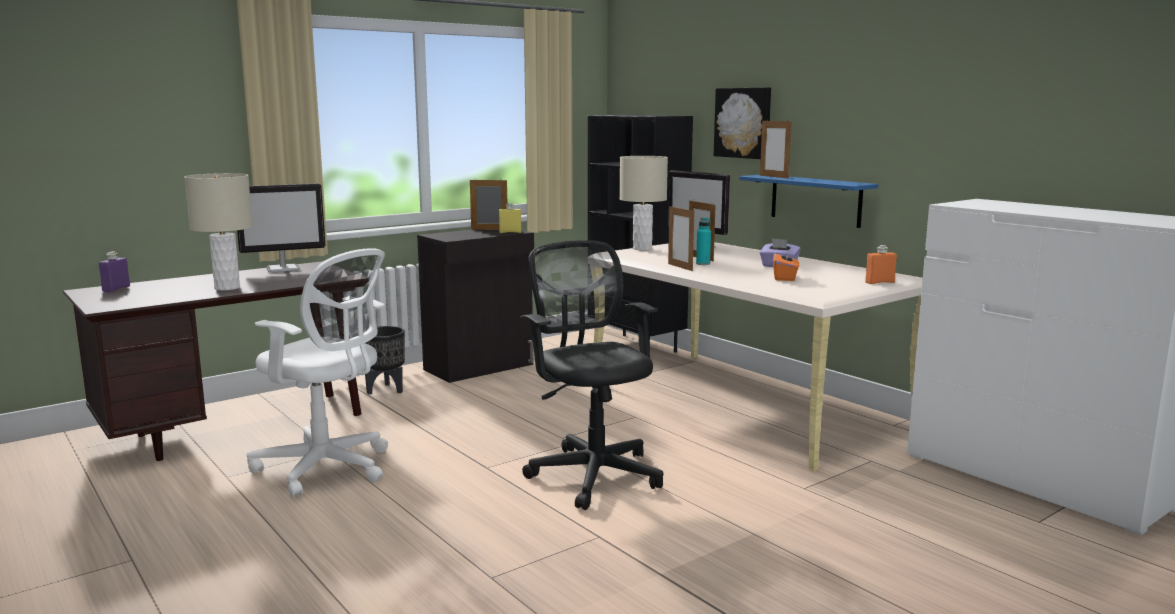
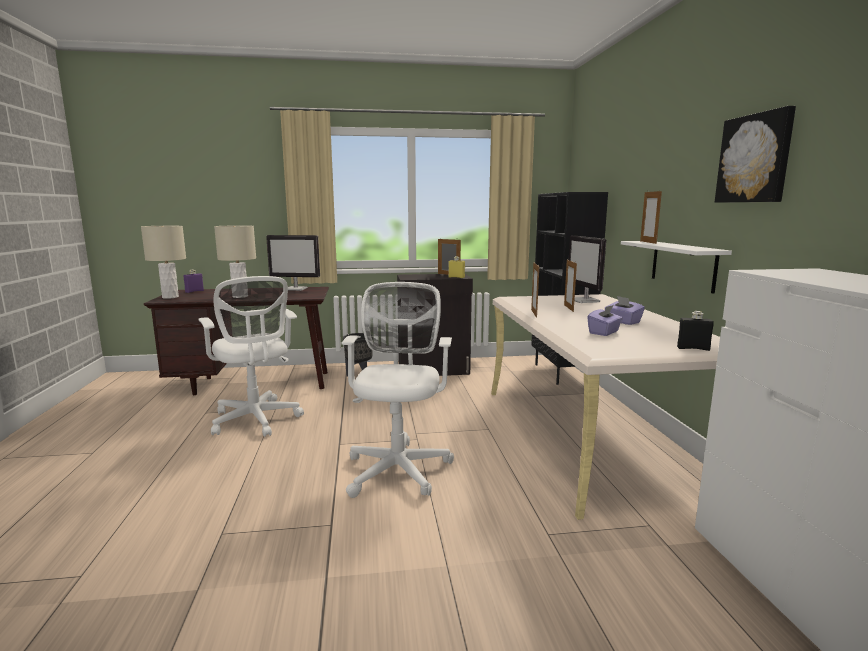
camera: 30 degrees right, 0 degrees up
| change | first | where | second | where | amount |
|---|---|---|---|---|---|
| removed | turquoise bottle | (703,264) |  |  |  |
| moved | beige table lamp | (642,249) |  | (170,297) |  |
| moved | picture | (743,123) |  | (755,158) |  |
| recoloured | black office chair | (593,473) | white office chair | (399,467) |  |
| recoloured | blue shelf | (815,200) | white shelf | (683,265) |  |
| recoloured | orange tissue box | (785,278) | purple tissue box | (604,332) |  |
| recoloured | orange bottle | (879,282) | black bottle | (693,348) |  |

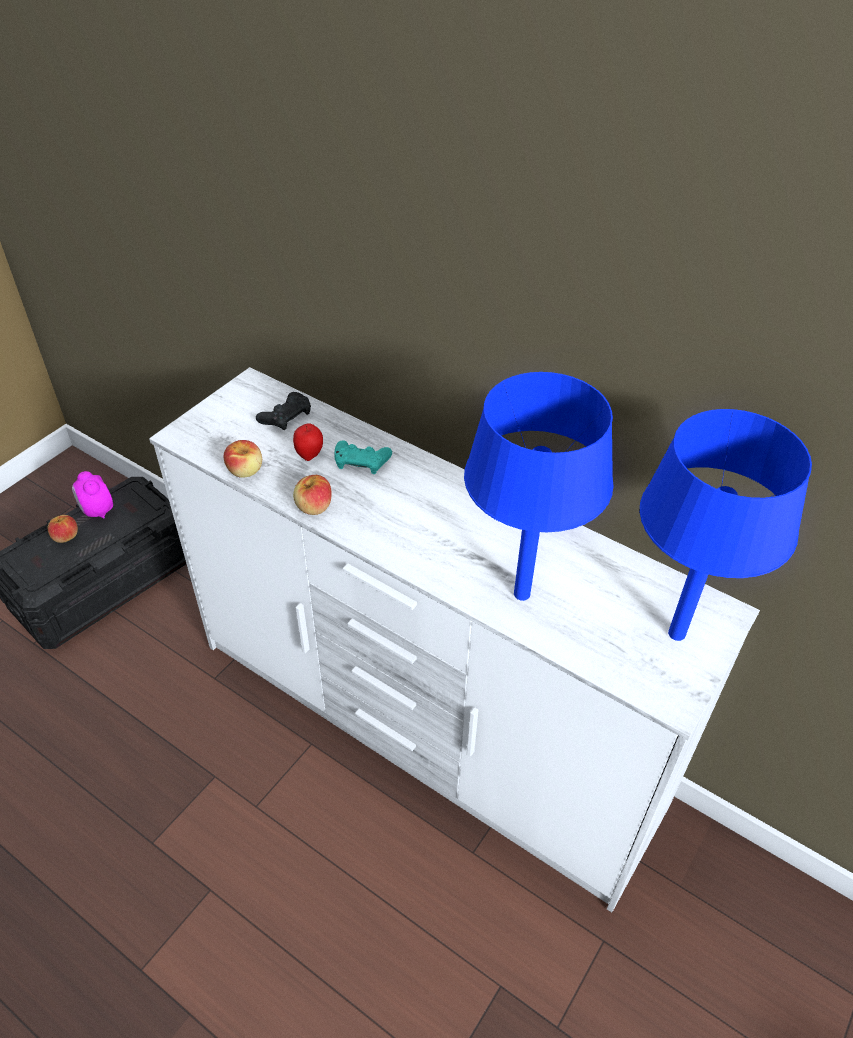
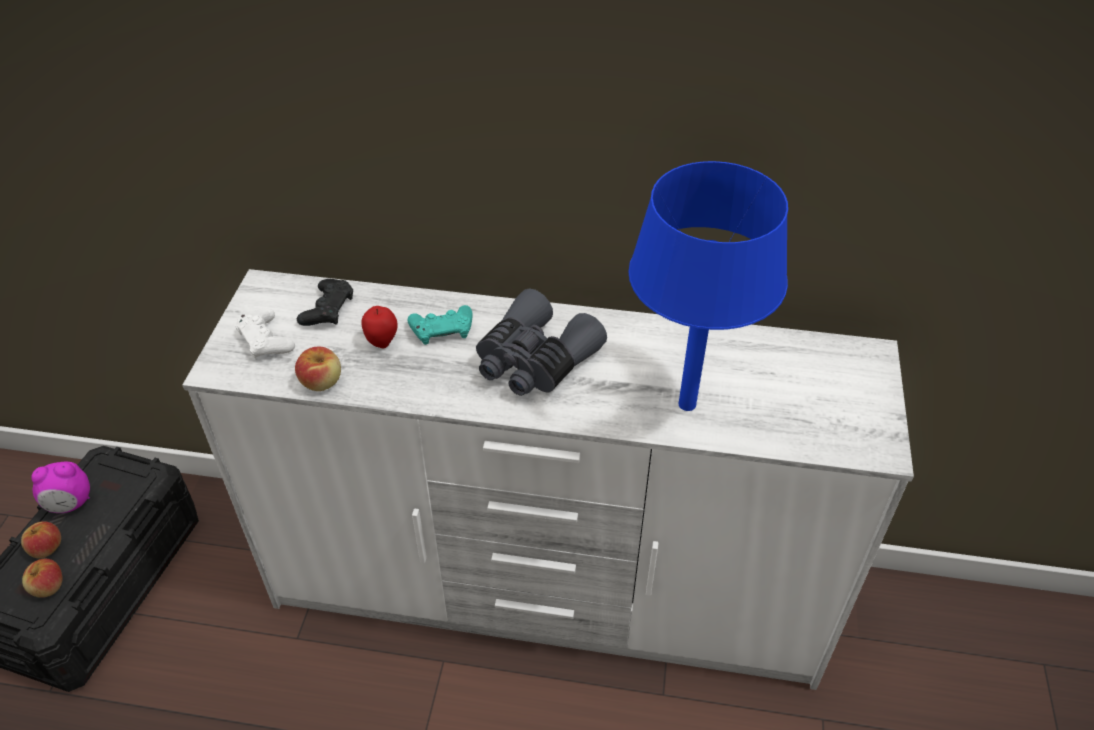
camera: 25 degrees left, 0 degrees up
| change | first | where | second | where | amount |
|---|---|---|---|---|---|
| removed | blue table lamp | (676,633) |  |  |  |
| added |  |  | white game controller | (266,340) |  |
| added |  |  | grey binoculars | (534,361) |  |
| moved | apple | (314,507) |  | (48,587) |  |
| turned | alarm clock | (97,511) |  | (70,504) | 45 degrees counterclockwise |

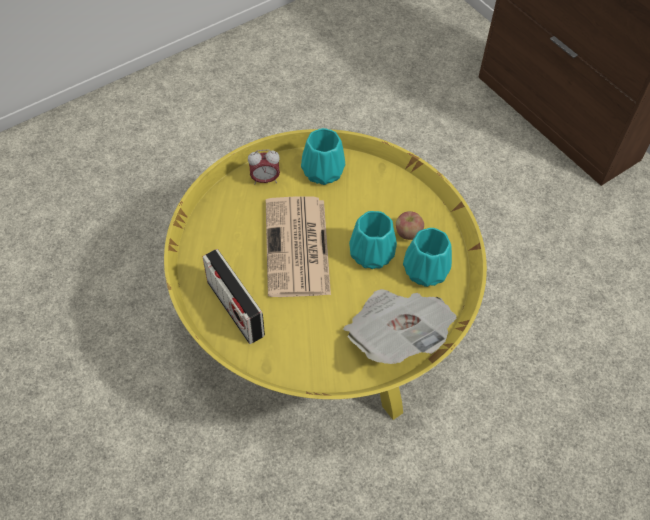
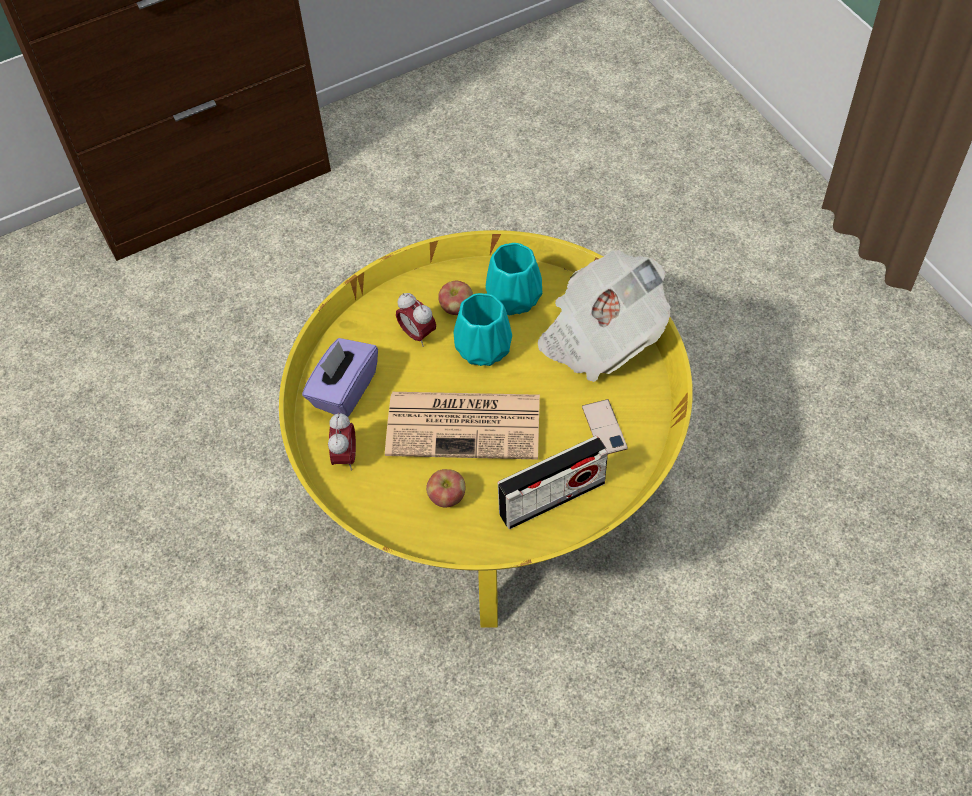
camera: 80 degrees left, 0 degrees up
| change | first | where | second | where | amount |
|---|---|---|---|---|---|
| added |  |  | alarm clock | (417,334) |  |
| added |  |  | apple | (447,497) |  |
| added |  |  | phone | (604,428) |  |
| replaced | turquoise vase | (321,172) | purple tissue box | (344,390) |  |

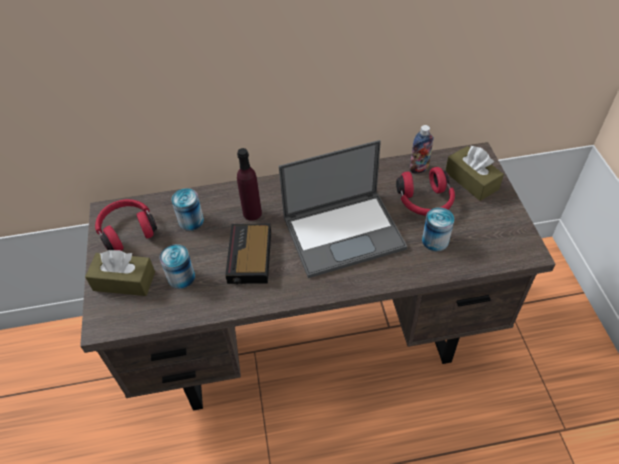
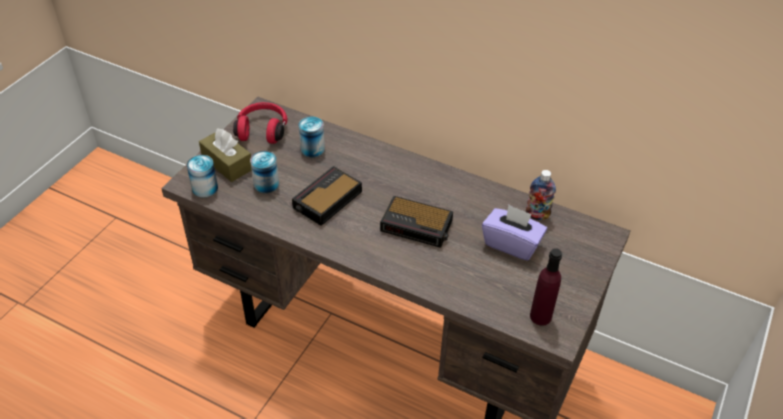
camera: 35 degrees right, 5 degrees down
| change | first | where | second | where | amount |
|---|---|---|---|---|---|
| removed | brown tissue box | (471,180) |  |  |  |
| moved | purple bottle | (252,213) |  | (540,316) |  |
| moved | can | (435,240) |  | (205,188) |  |
| replaced | laptop | (344,232) | alarm clock | (418,226) |  |
| replaced | red headphones | (425,202) | purple tissue box | (511,244) |  |

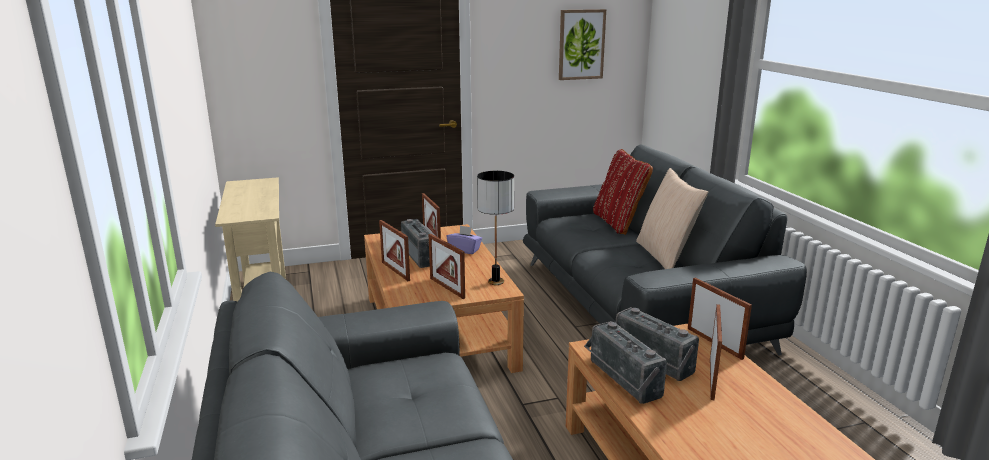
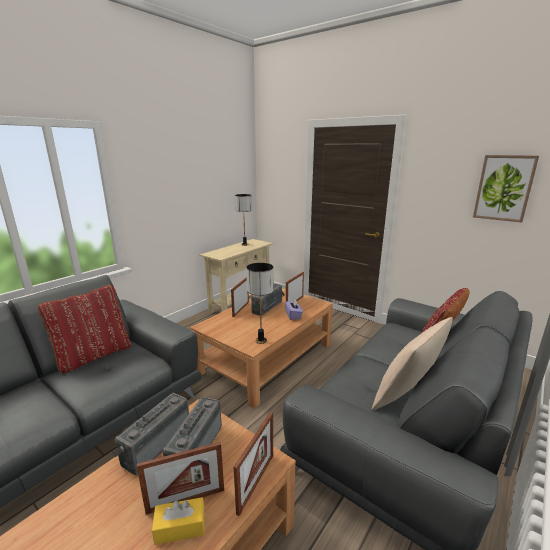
camera: 55 degrees right, 0 degrees up
| change | first | where | second | where | amount |
|---|---|---|---|---|---|
| removed | picture frame | (447,288) |  |  |  |
| added |  |  | red pillow | (94,355) |  |
| added |  |  | yellow tissue box | (180,527) |  |
| added |  |  | table lamp | (244,244) |  |

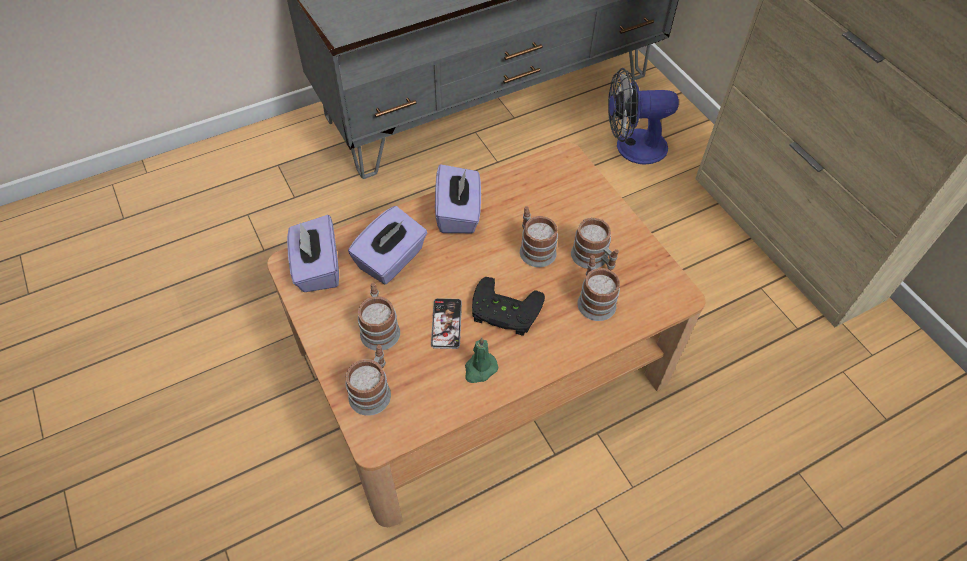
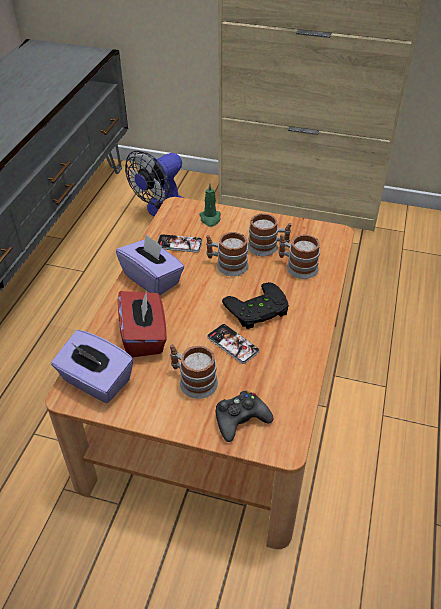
camera: 45 degrees left, 10 degrees down
| change | first | where | second | where | amount |
|---|---|---|---|---|---|
| added |  |  | phone | (179,244) |  |
| moved | green candle | (480,369) |  | (210,219) |  |
| replaced | mug | (373,390) | black game controller | (240,419) |  |
| recoloured | purple tissue box | (391,260) | red tissue box | (144,336) |  |

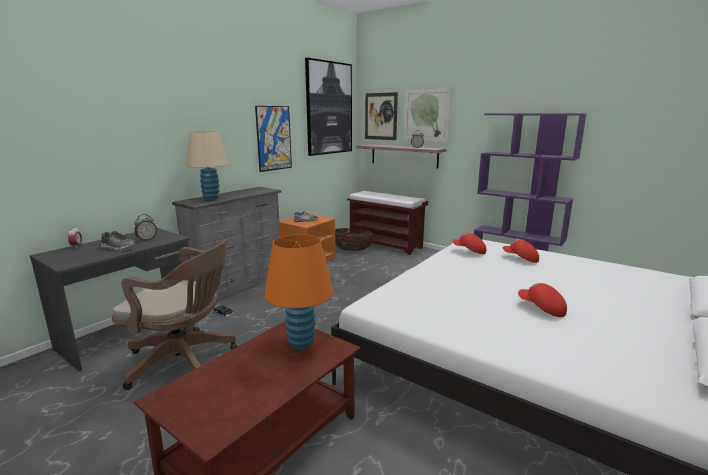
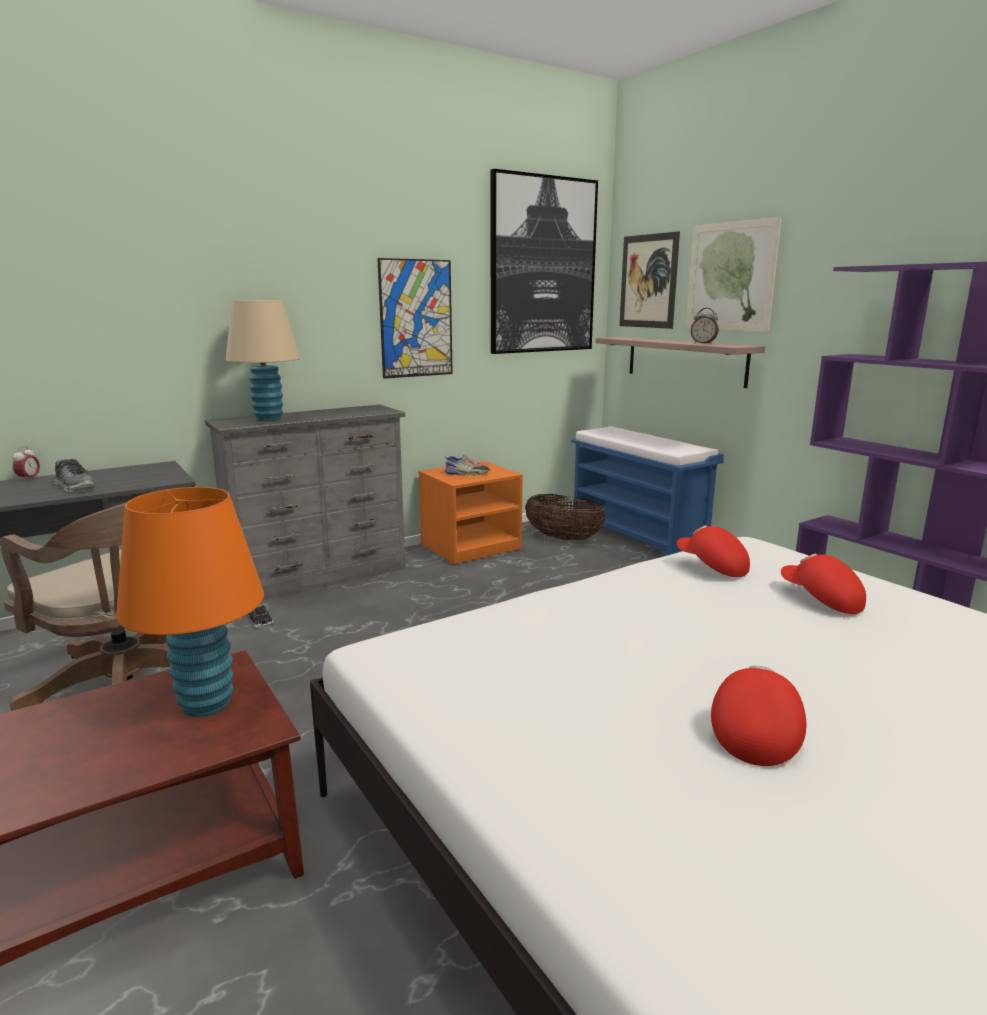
camera: 20 degrees right, 0 degrees up
| change | first | where | second | where | amount |
|---|---|---|---|---|---|
| removed | alarm clock | (147,239) |  |  |  |
| recoloured | brown bench | (386,244) | blue bench | (638,534) |  |
| turned | red cap | (541,309) |  | (753,732) | 45 degrees clockwise |

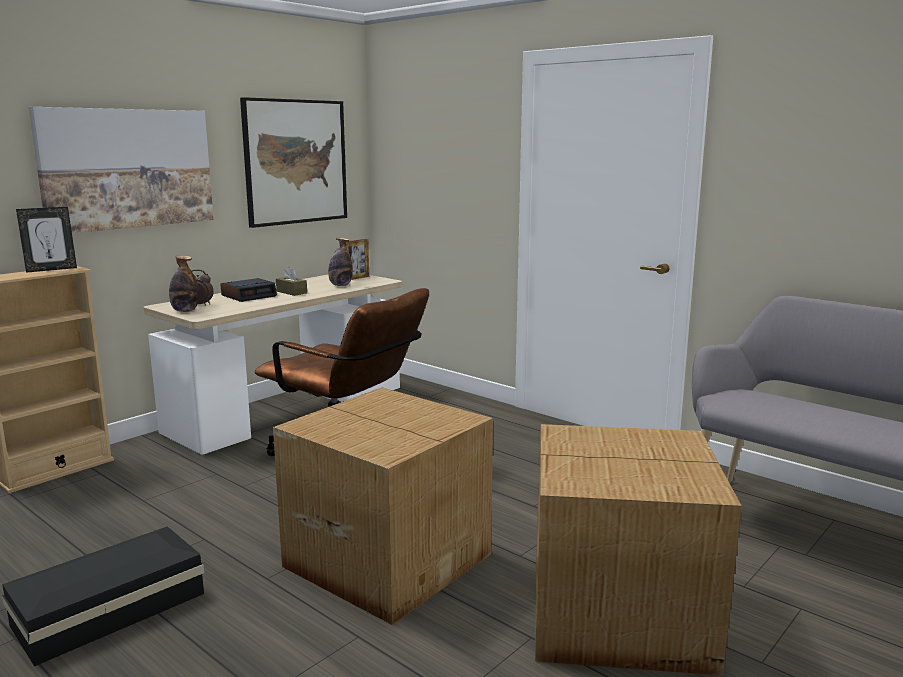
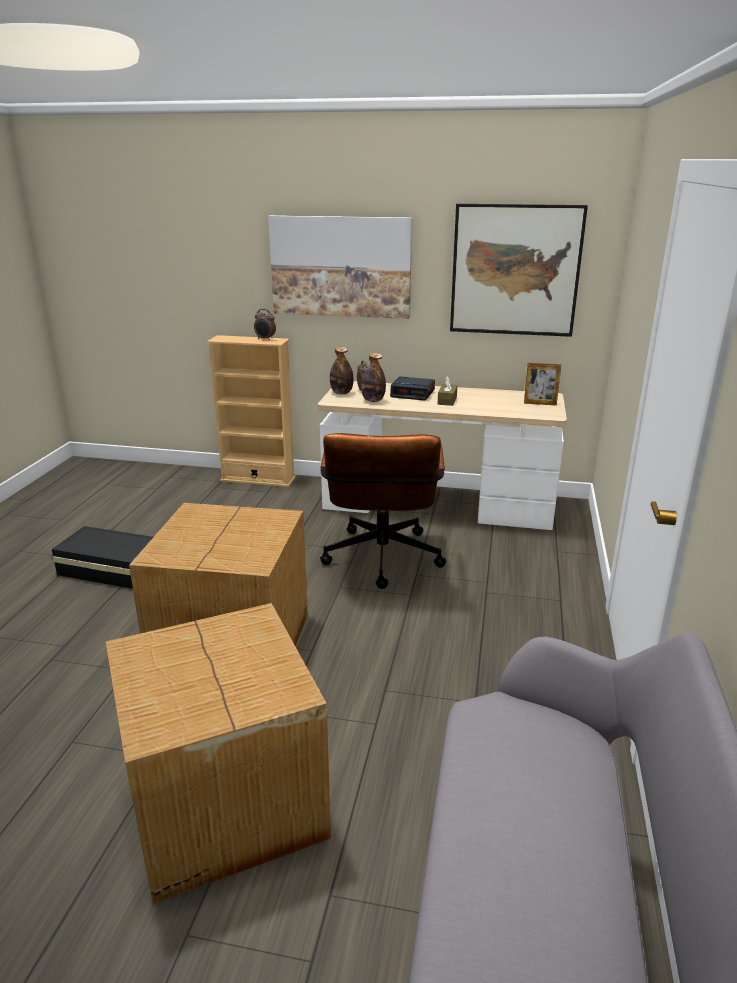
camera: 60 degrees right, 10 degrees up
| change | first | where | second | where | amount |
|---|---|---|---|---|---|
| moved | bottle | (340,285) |  | (373,400) |  |
| replaced | picture frame | (51,269) | alarm clock | (265,339) |  |

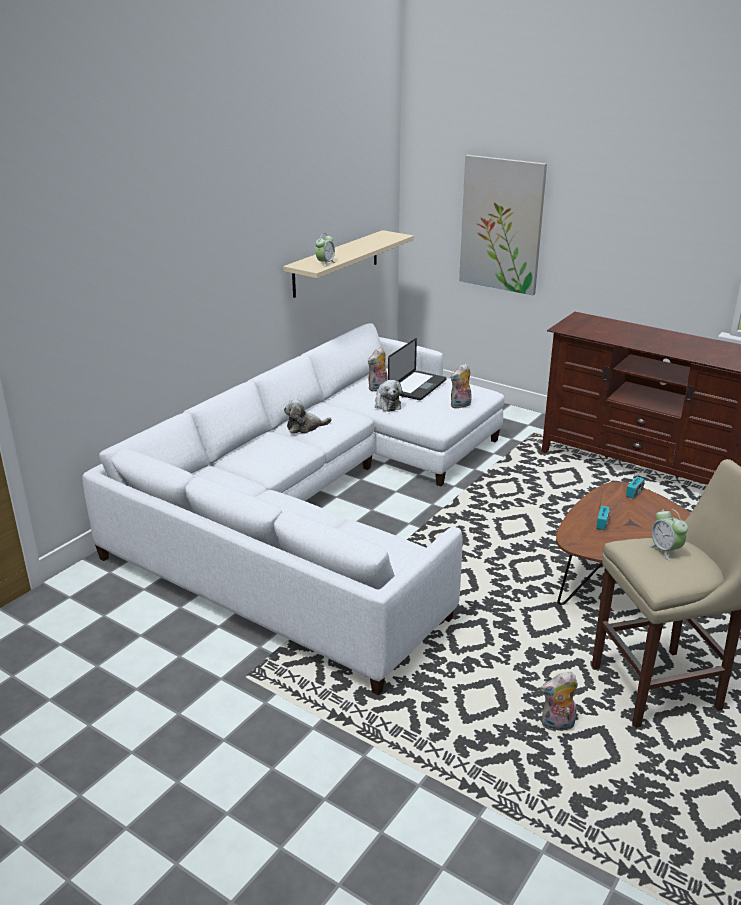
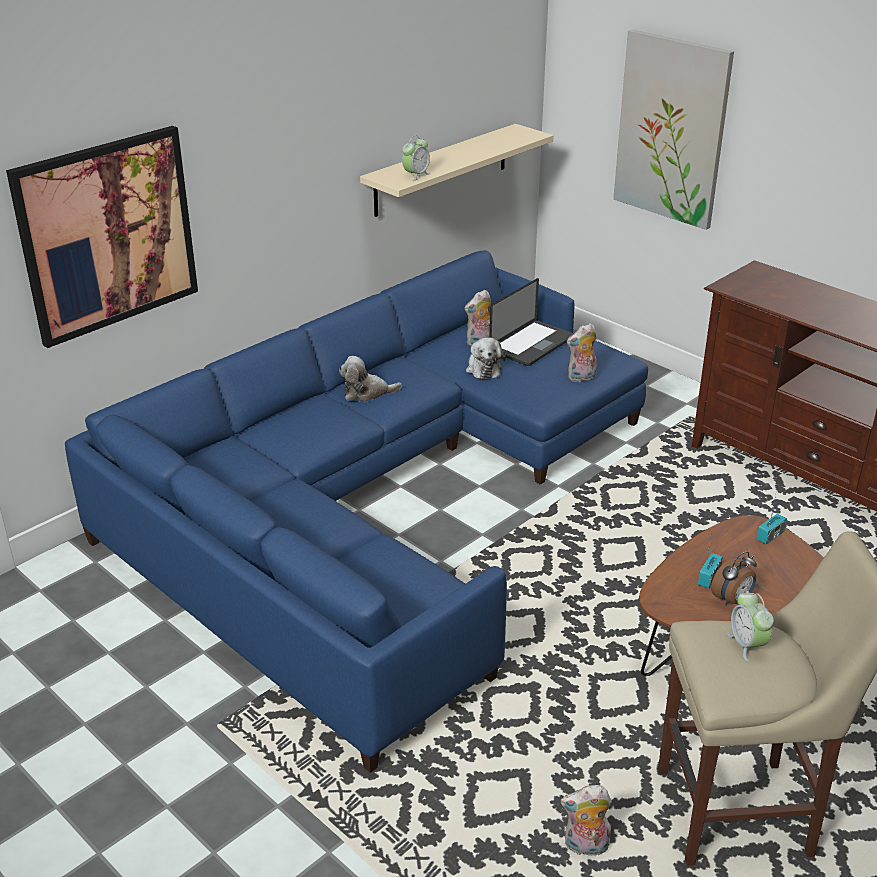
camera: 10 degrees right, 5 degrees up
| change | first | where | second | where | amount |
|---|---|---|---|---|---|
| added |  |  | picture | (107,234) |  |
| added |  |  | alarm clock | (732,600) |  |
| recoloured | white sofa | (320,507) | blue sofa | (376,499) |  |

